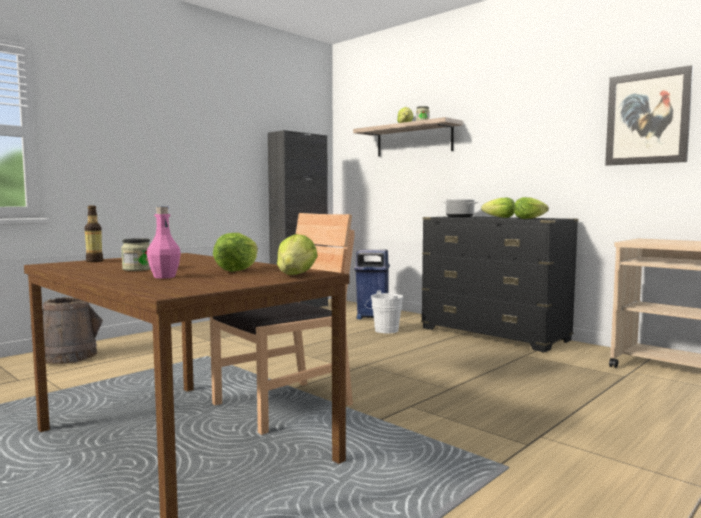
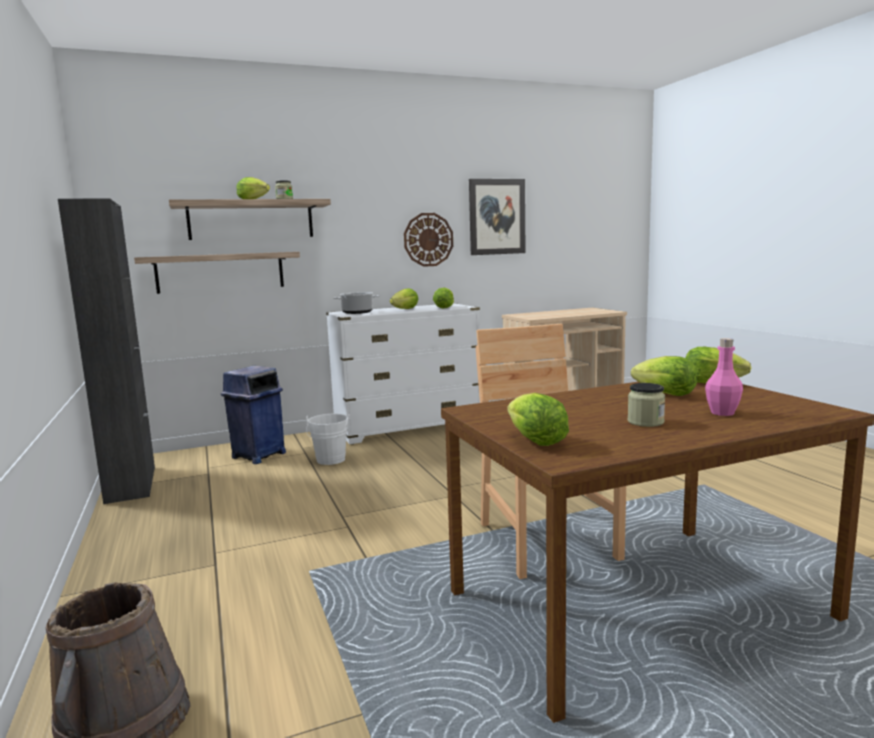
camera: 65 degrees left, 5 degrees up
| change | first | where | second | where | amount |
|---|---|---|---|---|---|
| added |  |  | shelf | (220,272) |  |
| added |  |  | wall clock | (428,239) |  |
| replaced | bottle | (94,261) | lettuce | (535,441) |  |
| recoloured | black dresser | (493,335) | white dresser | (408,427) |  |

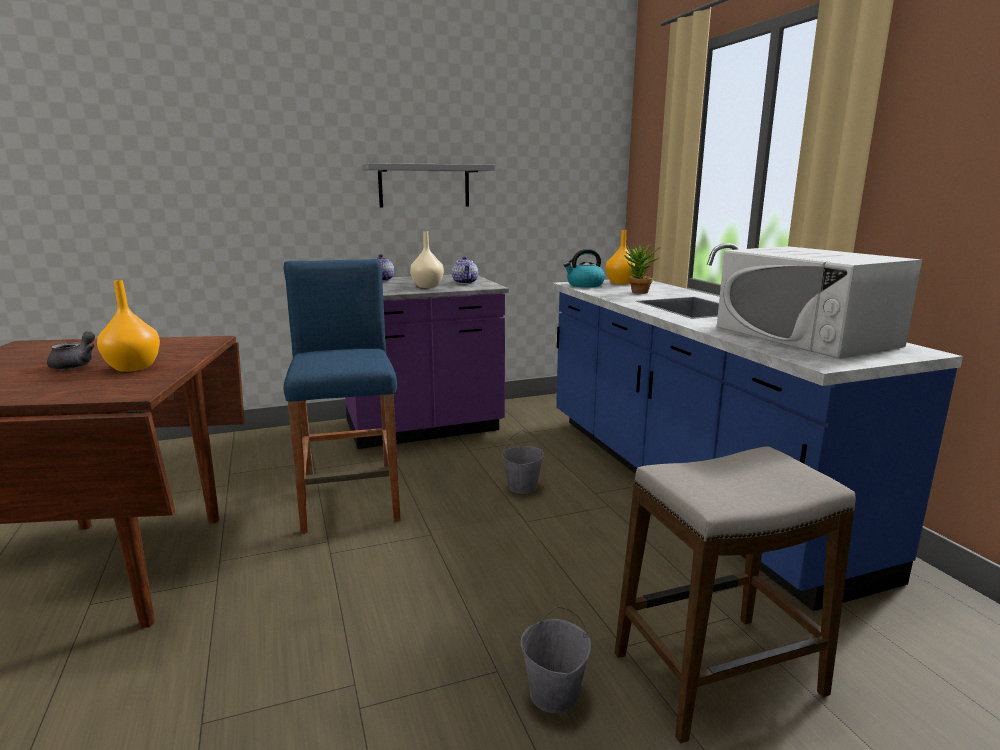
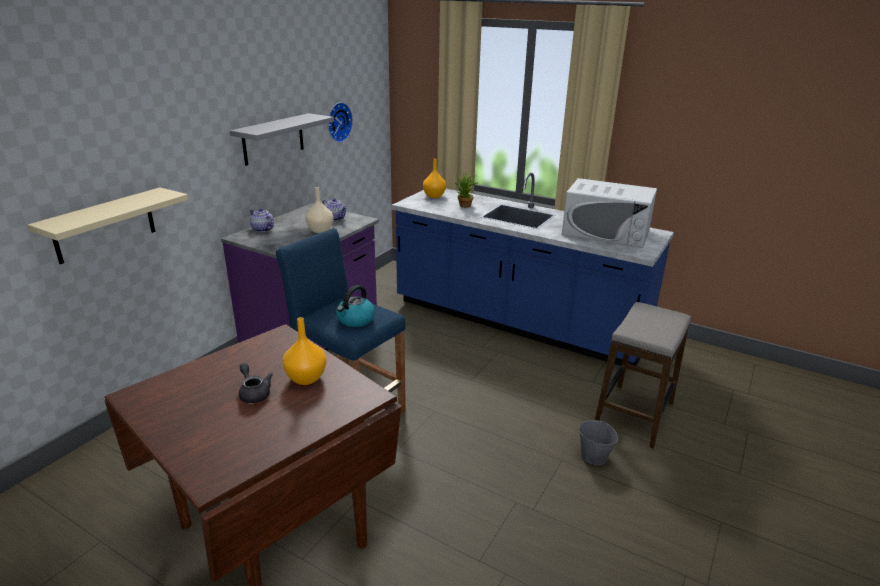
camera: 40 degrees left, 10 degrees up
| change | first | where | second | where | amount |
|---|---|---|---|---|---|
| removed | grey bucket | (522,487) |  |  |  |
| added |  |  | beige shelf | (104,225) |  |
| added |  |  | wall clock | (337,122) |  |
| moved | kettle | (584,285) |  | (355,320) |  |

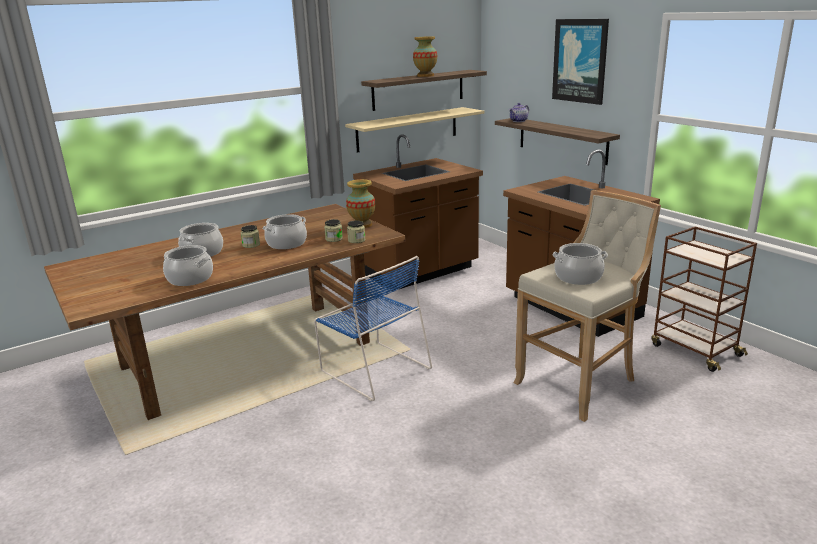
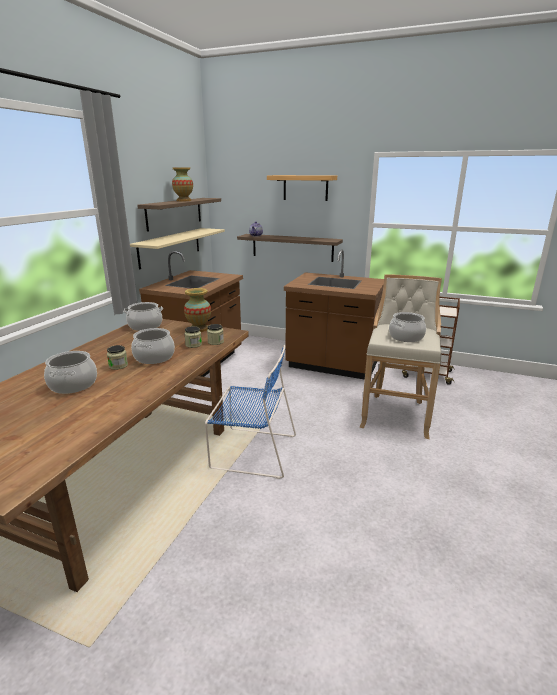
camera: 35 degrees left, 0 degrees up
| change | first | where | second | where | amount |
|---|---|---|---|---|---|
| moved | cooking pot | (190,279) |  | (145,326) |  |
| replaced | picture | (580,61) | shelf | (305,188) |  |

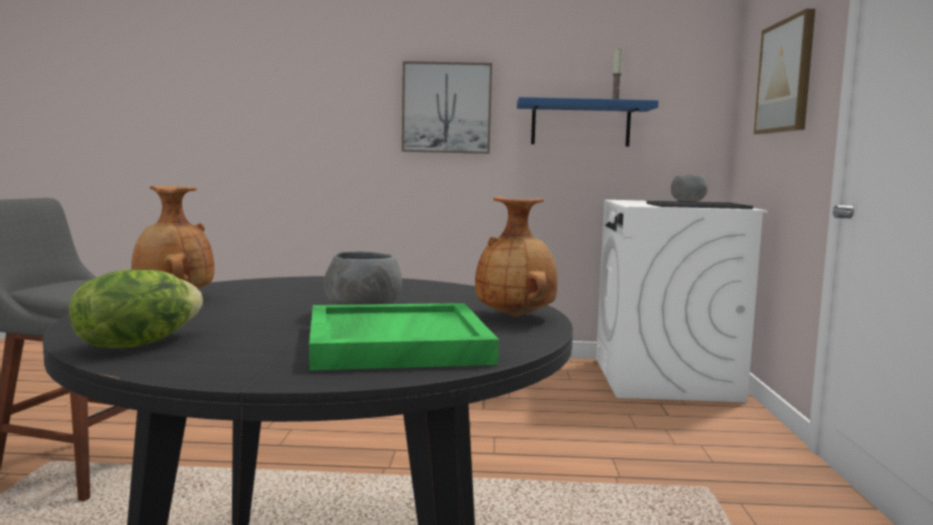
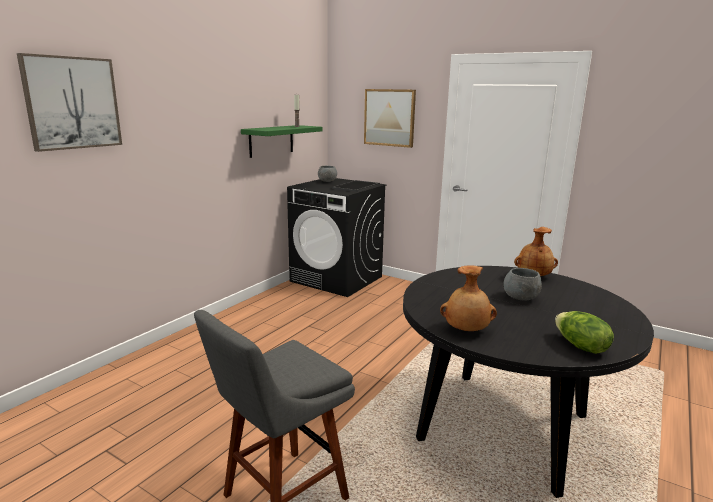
camera: 60 degrees left, 10 degrees up
| change | first | where | second | where | amount |
|---|---|---|---|---|---|
| removed | green tray | (395,343) |  |  |  |
| moved | picture | (446,108) |  | (72,103) |  |
| recoloured | blue shelf | (580,124) | green shelf | (271,140) |  |
| recoloured | white washing machine | (665,379) | black washing machine | (337,279) |  |

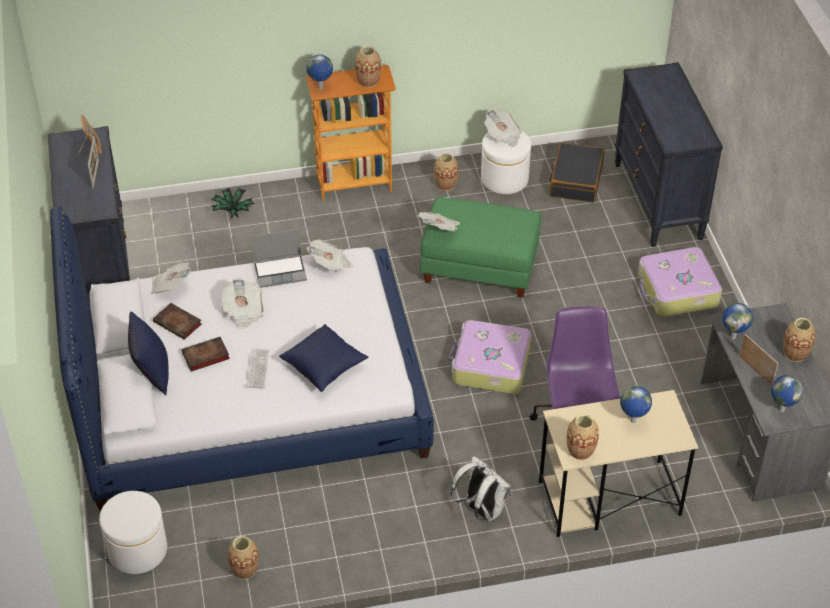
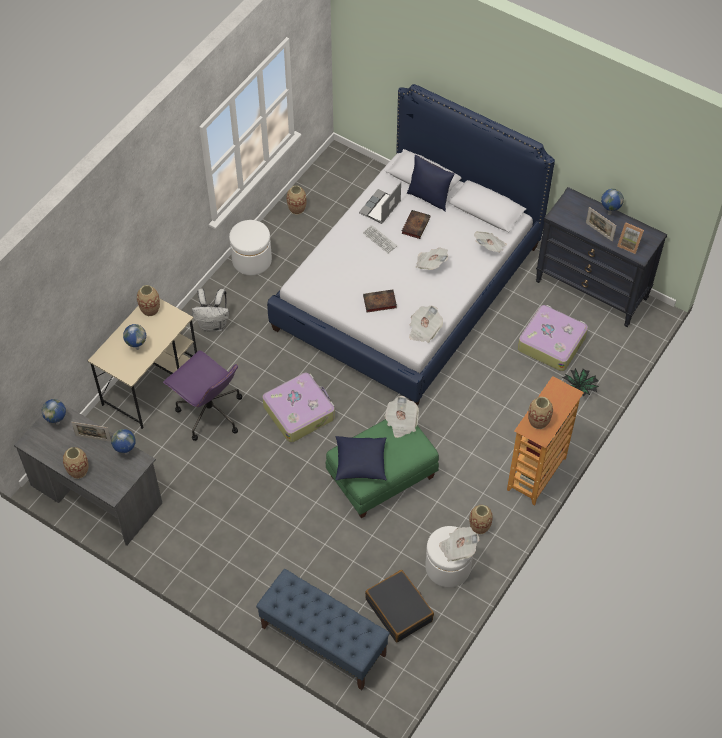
camera: 135 degrees right, 10 degrees up
| change | first | where | second | where | amount |
|---|---|---|---|---|---|
| moved | white ottoman | (137,550) |  | (252,260) |  |
| moved | book | (179,323) |  | (379,302) |  |
| moved | laptop | (280,271) |  | (380,208) |  |
| moved | blue pillow | (324,366) |  | (360,464) |  |
| moved | globe | (321,88) |  | (608,213) |  |
| moved | suitcase | (677,291) |  | (551,343) |  |
| replaced | black dresser | (658,201) | blue bench | (323,641) |  |

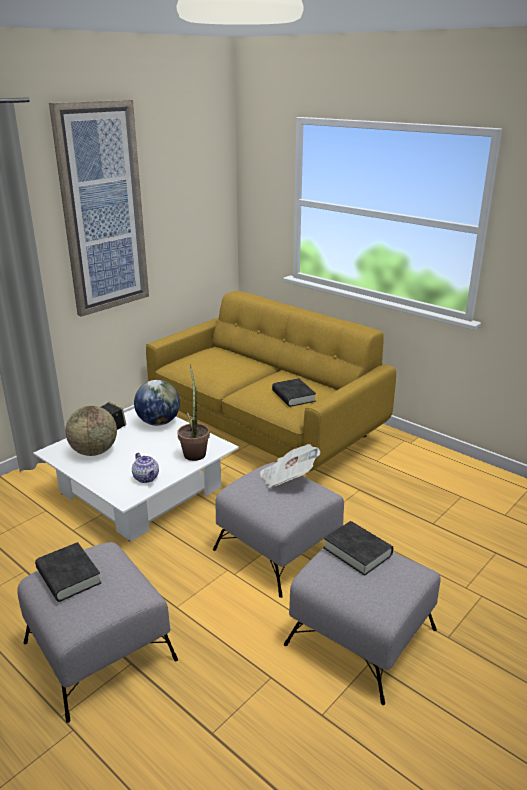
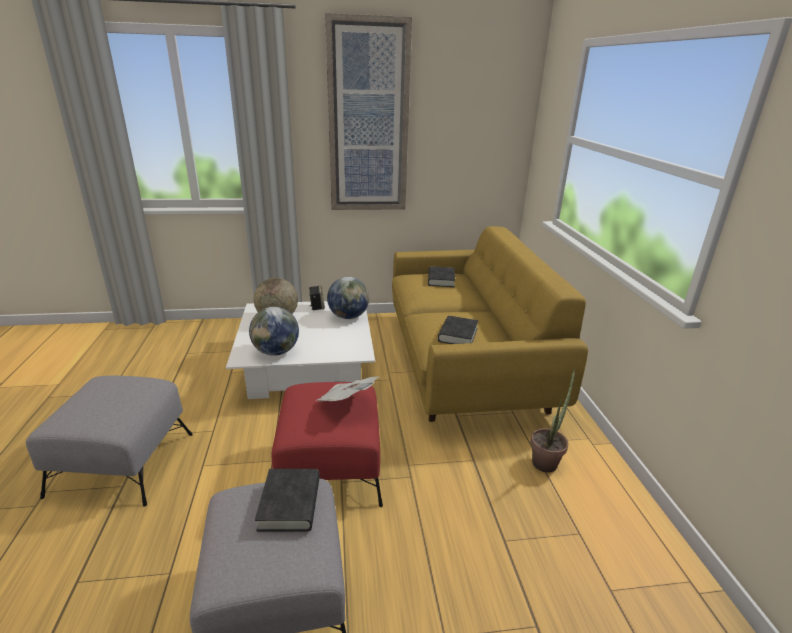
camera: 40 degrees right, 0 degrees up
| change | first | where | second | where | amount |
|---|---|---|---|---|---|
| moved | black book | (68,576) |  | (441,280) |  |
| moved | potted plant | (194,452) |  | (546,460) |  |
| replaced | teapot | (146,478) | globe | (276,352) |  |
| recoloured | grey ottoman | (279,550) | red ottoman | (330,470) |  |

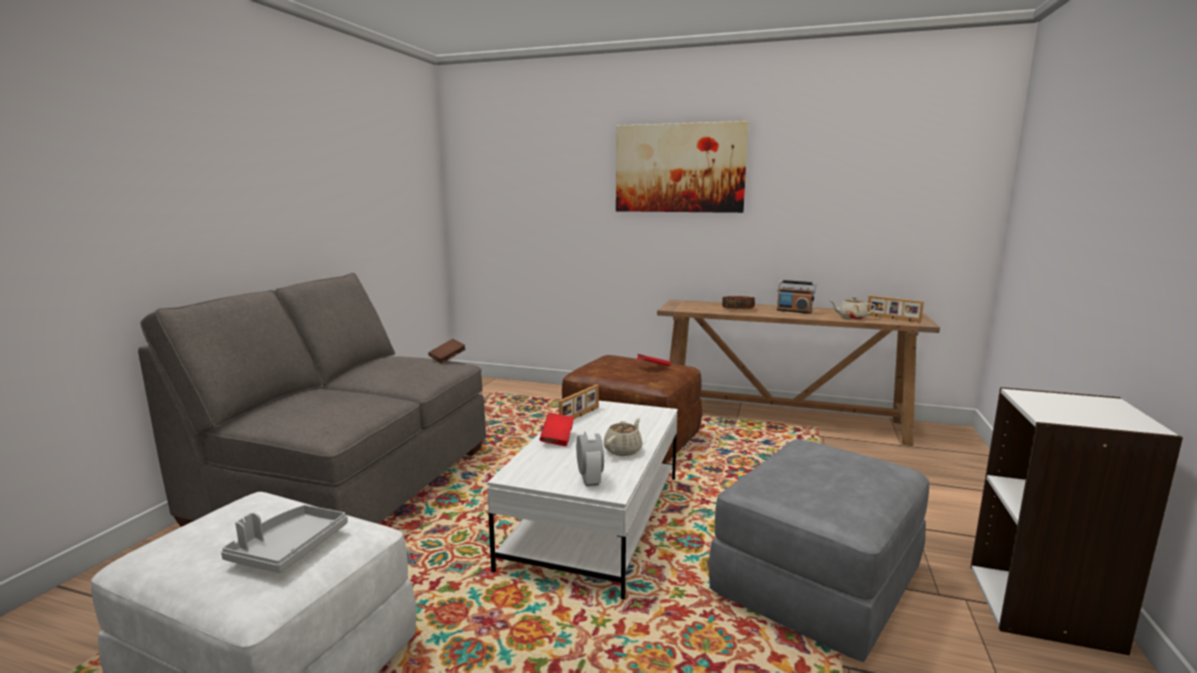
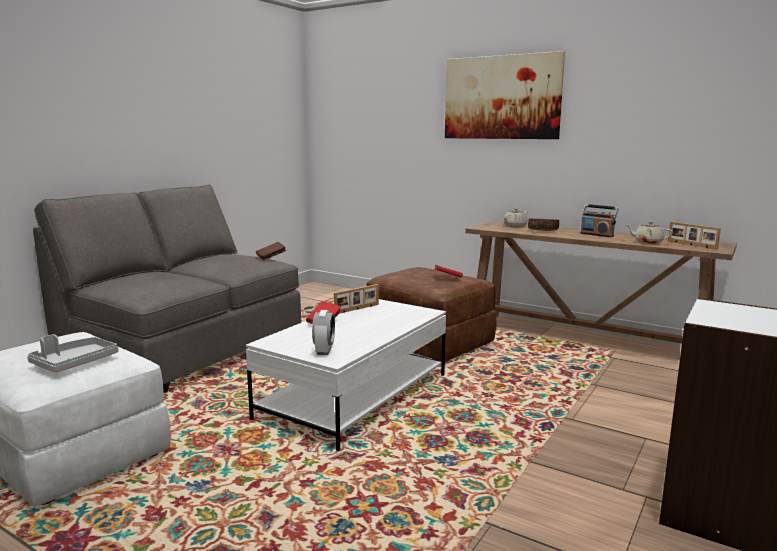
camera: 15 degrees right, 0 degrees up
| change | first | where | second | where | amount |
|---|---|---|---|---|---|
| removed | grey ottoman | (817,585) |  |  |  |
| moved | beige teapot | (623,450) |  | (515,226) |  |

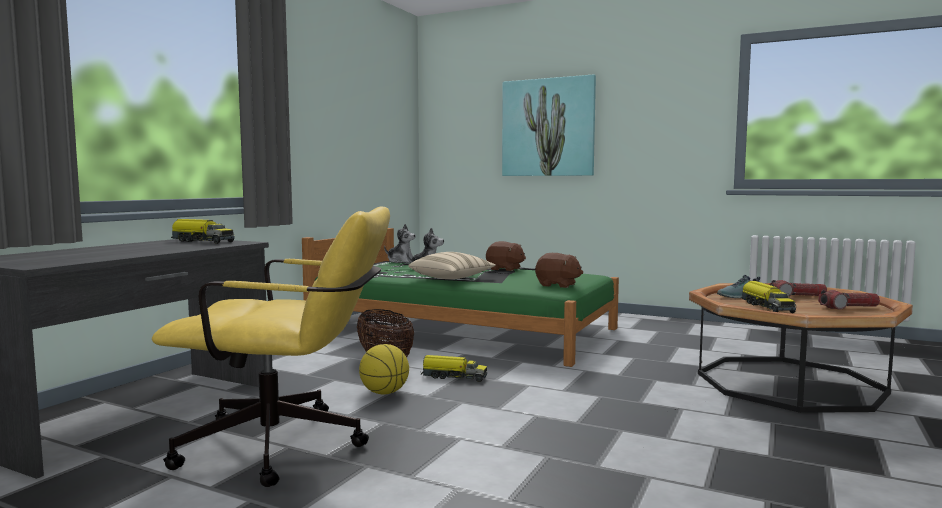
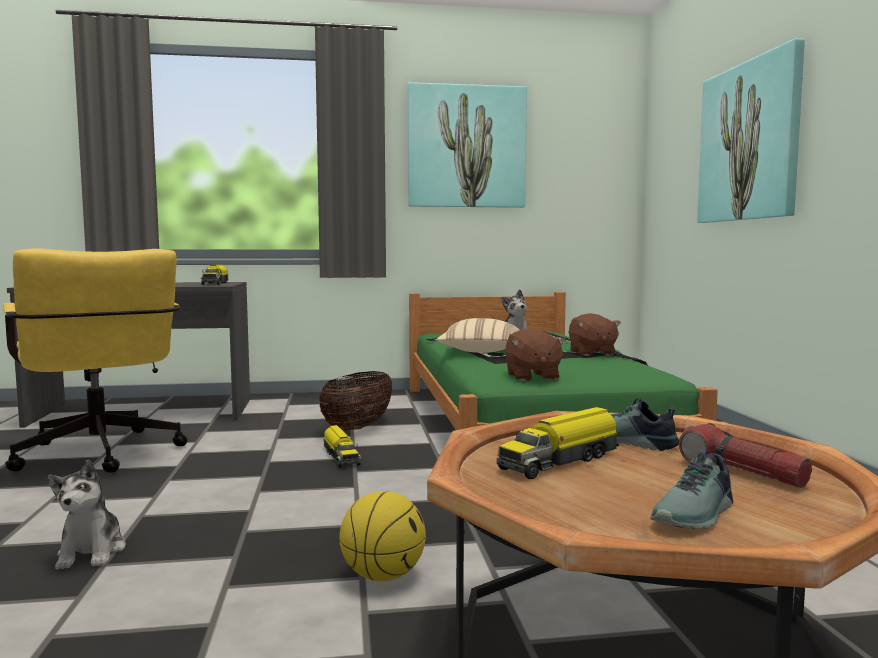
camera: 55 degrees right, 0 degrees up
| change | first | where | second | where | amount |
|---|---|---|---|---|---|
| added |  |  | picture | (466,147) |  |
| moved | basketball | (384,392) |  | (383,575) |  |
| moved | plush toy | (401,261) |  | (91,552) |  |
| replaced | flashlight | (849,308) | shoe | (698,515) |  |

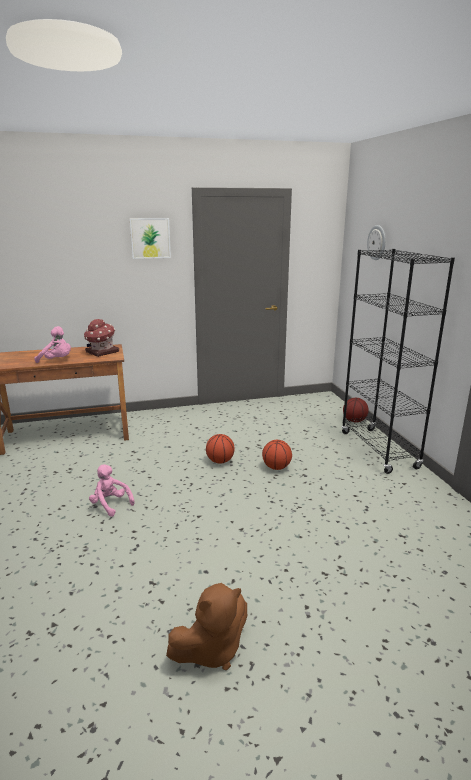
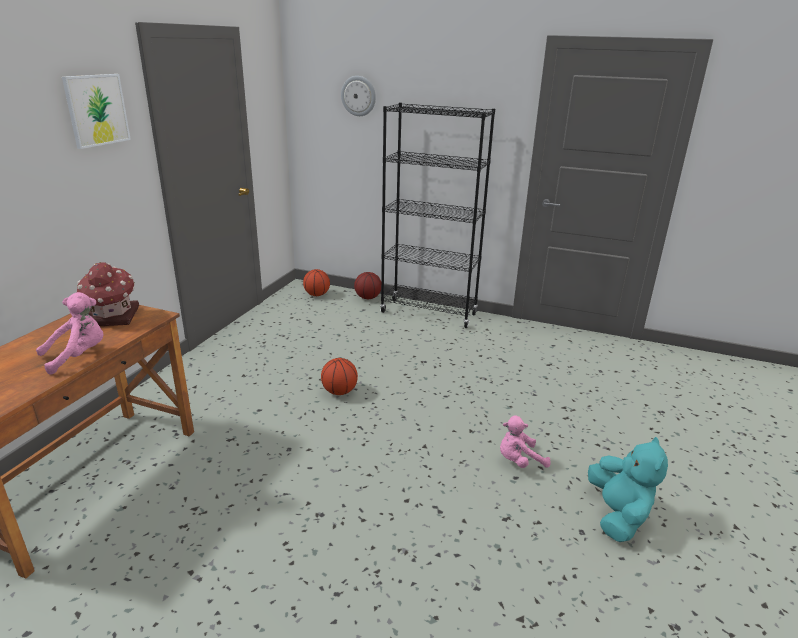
camera: 55 degrees left, 5 degrees up
| change | first | where | second | where | amount |
|---|---|---|---|---|---|
| moved | pink plush toy | (110,504) |  | (519,461) |  |
| moved | basketball | (276,467) |  | (317,295) |  |
| recoloured | brown plush toy | (211,649) | turquoise plush toy | (618,515) |  |

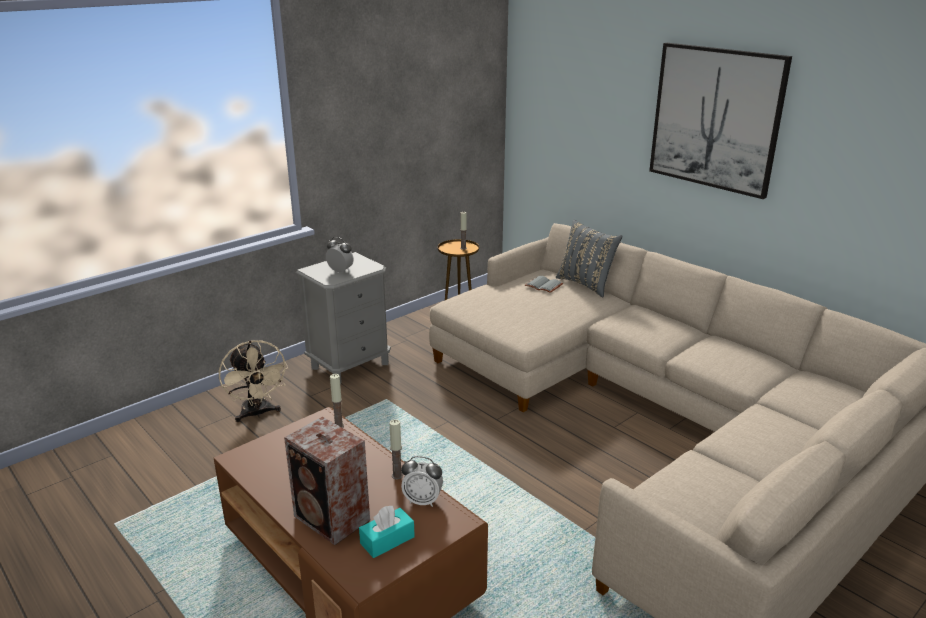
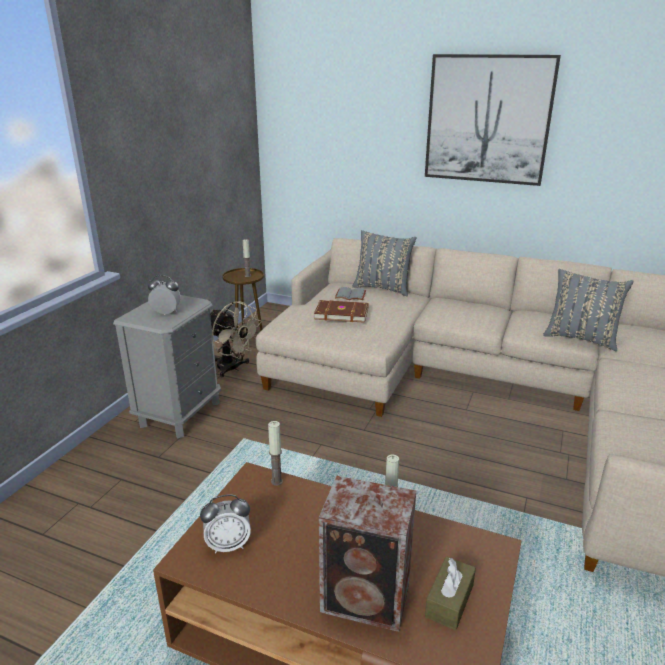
camera: 25 degrees left, 0 degrees up
| change | first | where | second | where | amount |
|---|---|---|---|---|---|
| added |  |  | brown book | (341,313) |  |
| added |  |  | grey pillow | (581,338) |  |
| moved | beige fan | (257,414) |  | (233,368) |  |
| moved | alarm clock | (422,501) |  | (228,545) |  |
| recoloured | turquoise tissue box | (387,540) | brown tissue box | (449,601) |  |

